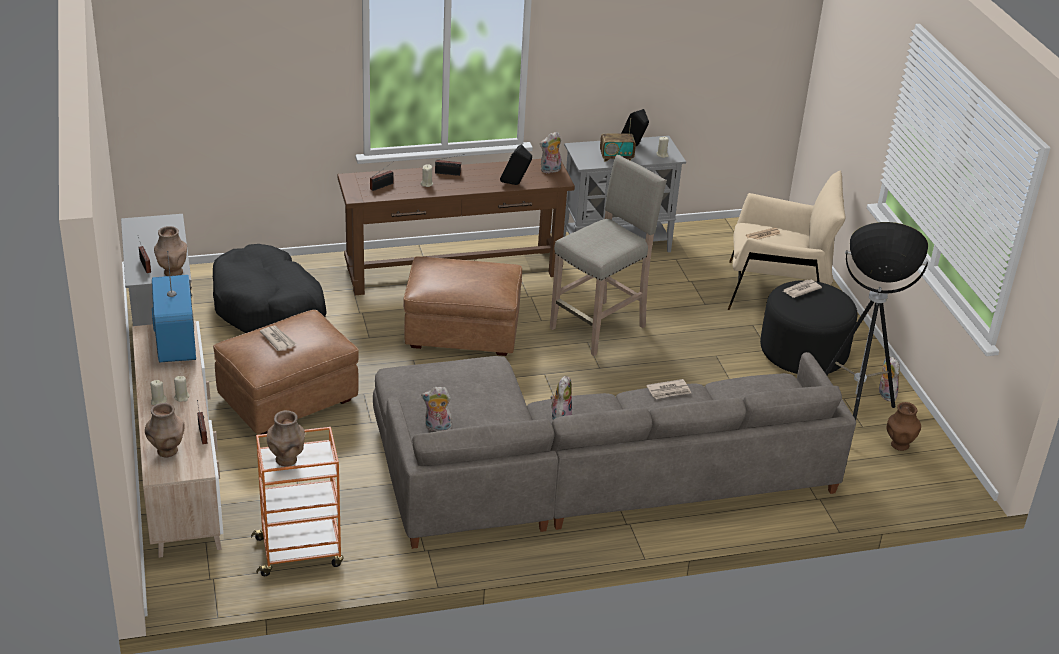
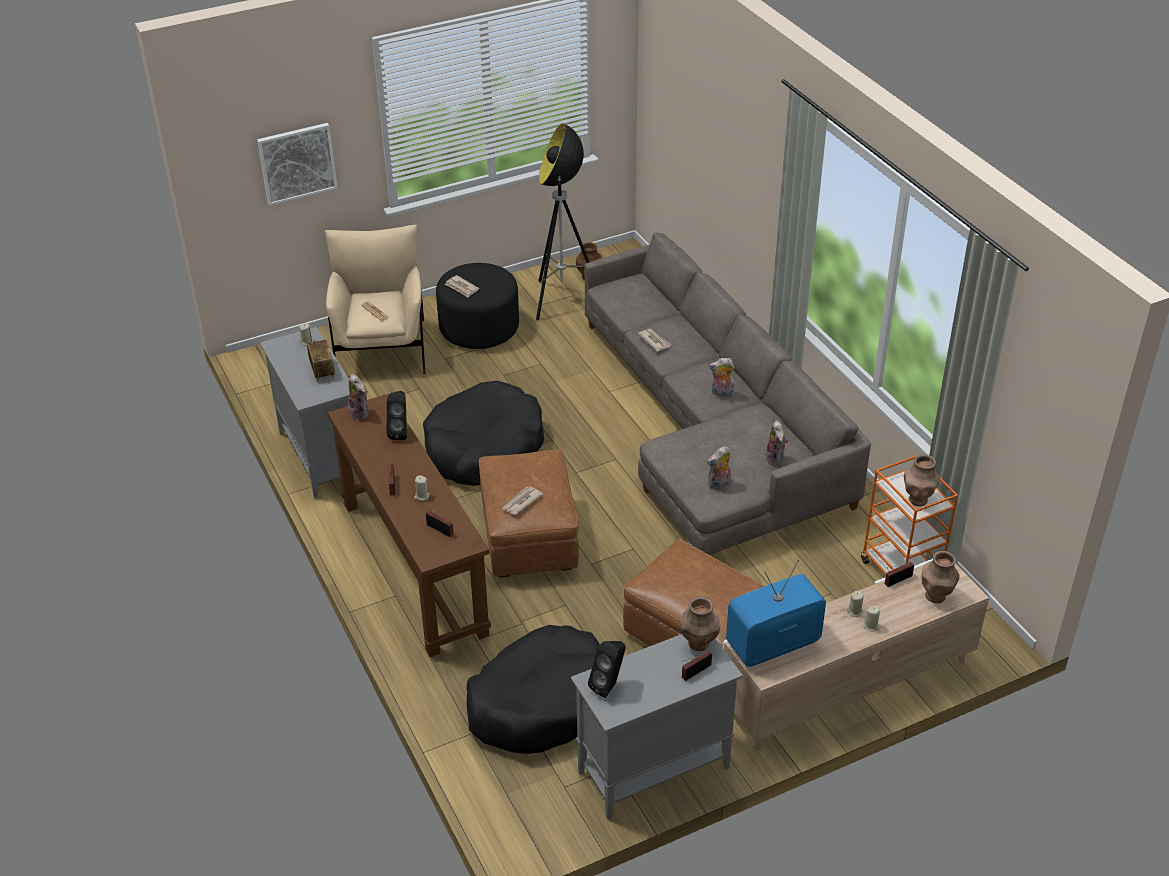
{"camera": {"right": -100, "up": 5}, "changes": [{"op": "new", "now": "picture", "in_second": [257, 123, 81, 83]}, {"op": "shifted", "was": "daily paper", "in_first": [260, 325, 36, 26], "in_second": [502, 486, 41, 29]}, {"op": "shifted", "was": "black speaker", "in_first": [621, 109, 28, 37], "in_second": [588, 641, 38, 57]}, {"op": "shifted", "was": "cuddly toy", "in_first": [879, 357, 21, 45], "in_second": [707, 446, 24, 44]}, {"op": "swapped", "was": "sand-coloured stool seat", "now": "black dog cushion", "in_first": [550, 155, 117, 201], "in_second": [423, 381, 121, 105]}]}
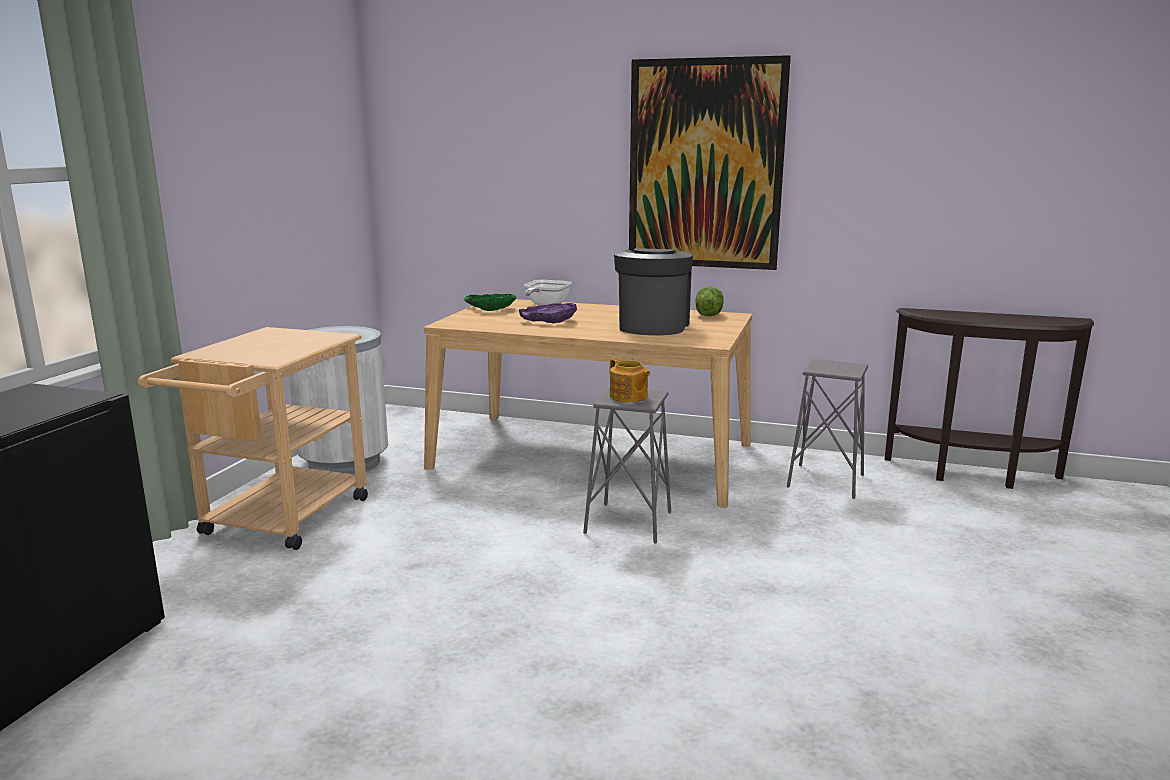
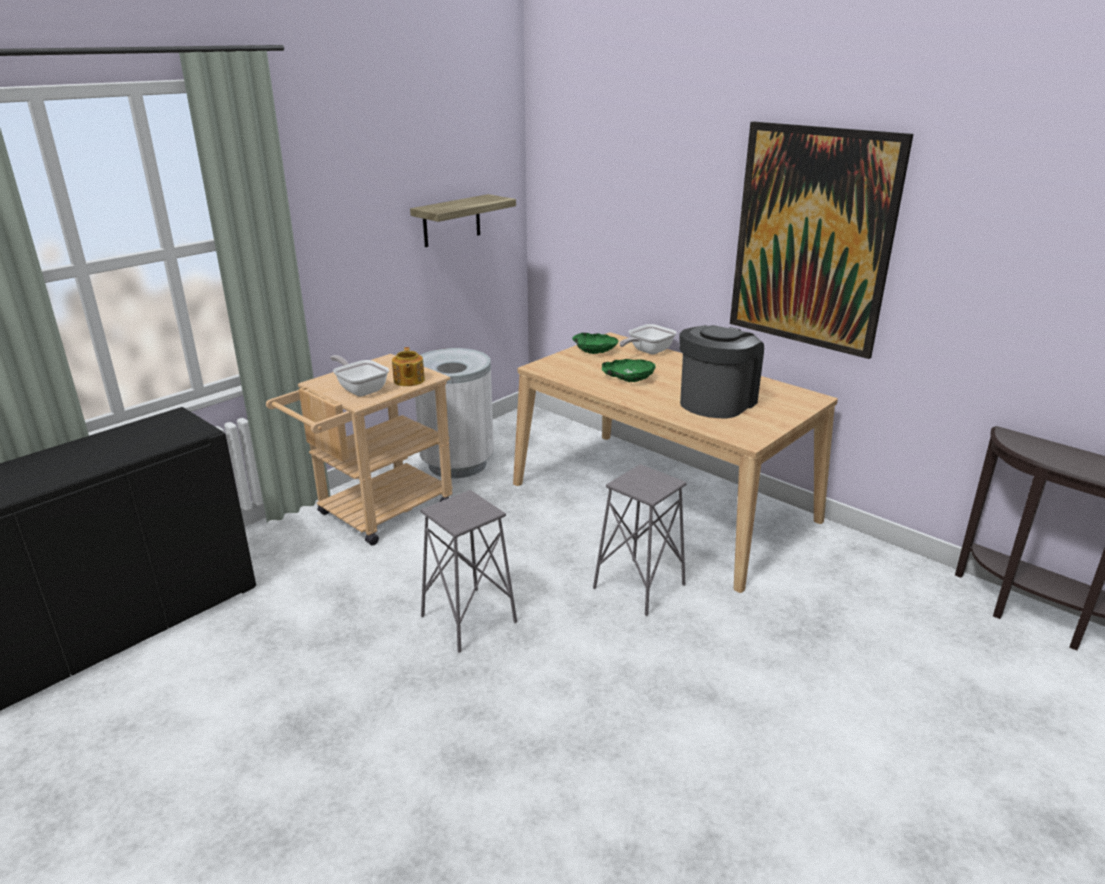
{"camera": {"right": 25, "up": 10}, "changes": [{"op": "gone", "was": "lettuce head", "in_first": [695, 287, 29, 30]}, {"op": "new", "now": "pan", "in_second": [330, 355, 59, 42]}, {"op": "new", "now": "wall shelf", "in_second": [410, 194, 106, 53]}, {"op": "shifted", "was": "teapot", "in_first": [610, 358, 40, 44], "in_second": [392, 347, 33, 39]}, {"op": "shifted", "was": "grey stool seat", "in_first": [787, 359, 81, 140], "in_second": [421, 490, 96, 163]}, {"op": "repainted", "was": "purple bowl", "now": "green-coloured bowl", "in_first": [519, 303, 58, 20], "in_second": [602, 359, 54, 23]}]}
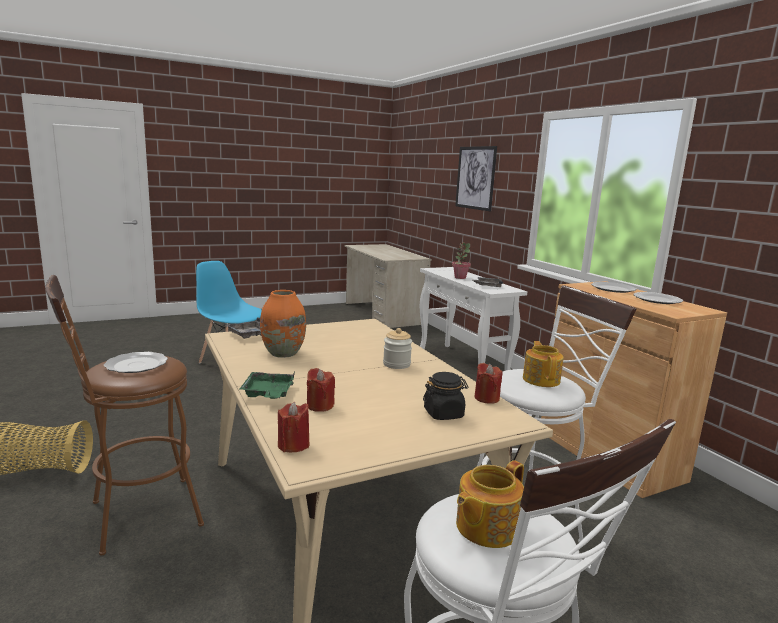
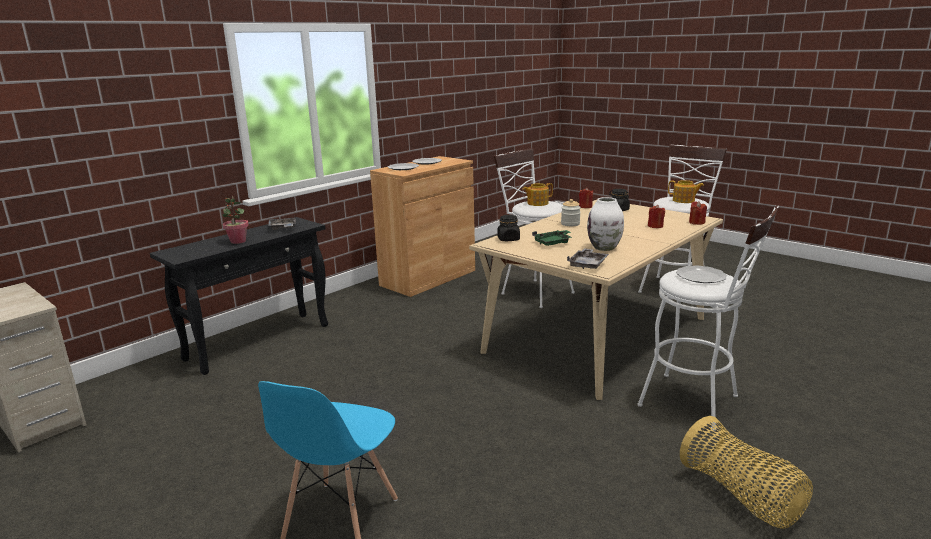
{"camera": {"right": -110, "up": 5}, "changes": [{"op": "gone", "was": "picture", "in_first": [455, 146, 42, 65]}, {"op": "new", "now": "black preserve jar", "in_second": [497, 215, 23, 26]}, {"op": "shifted", "was": "green-coloured tray", "in_first": [240, 372, 55, 27], "in_second": [532, 230, 41, 16]}, {"op": "repainted", "was": "brown stool seat", "now": "white-coloured stool seat", "in_first": [45, 275, 159, 281], "in_second": [637, 205, 142, 226]}, {"op": "repainted", "was": "orangey flower vase", "now": "white-coloured flower vase", "in_first": [260, 290, 46, 68], "in_second": [587, 197, 37, 54]}, {"op": "repainted", "was": "white-coloured hall table", "now": "black hall table", "in_first": [420, 267, 107, 104], "in_second": [150, 217, 178, 158]}]}
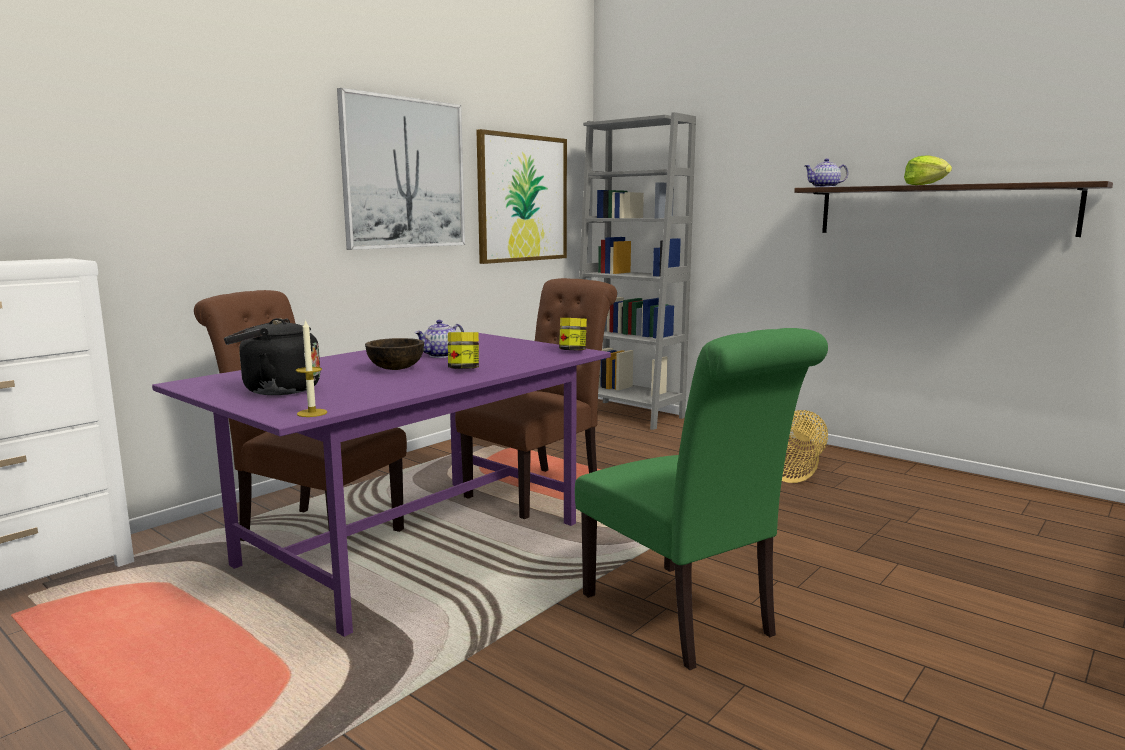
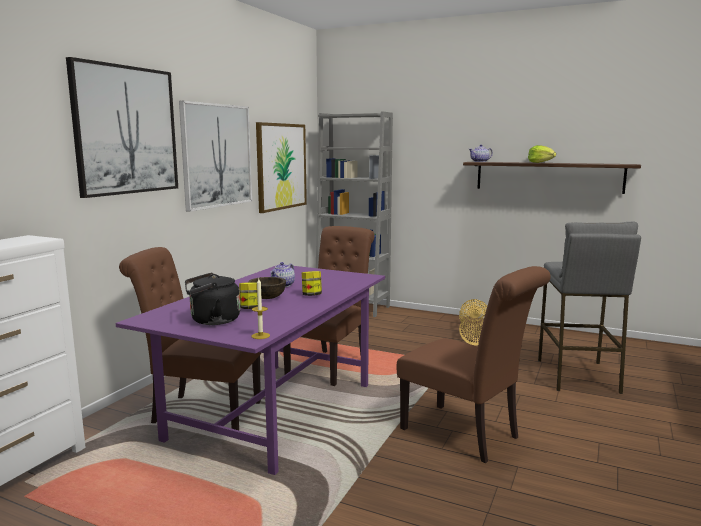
{"camera": {"right": -15, "up": 0}, "changes": [{"op": "new", "now": "picture", "in_second": [66, 57, 112, 141]}, {"op": "new", "now": "grey stool seat", "in_second": [538, 222, 103, 172]}, {"op": "shifted", "was": "preserve jar", "in_first": [559, 318, 28, 33], "in_second": [239, 282, 19, 27]}, {"op": "repainted", "was": "green-coloured plain chair", "now": "brown plain chair", "in_first": [575, 328, 253, 342], "in_second": [397, 266, 154, 197]}]}
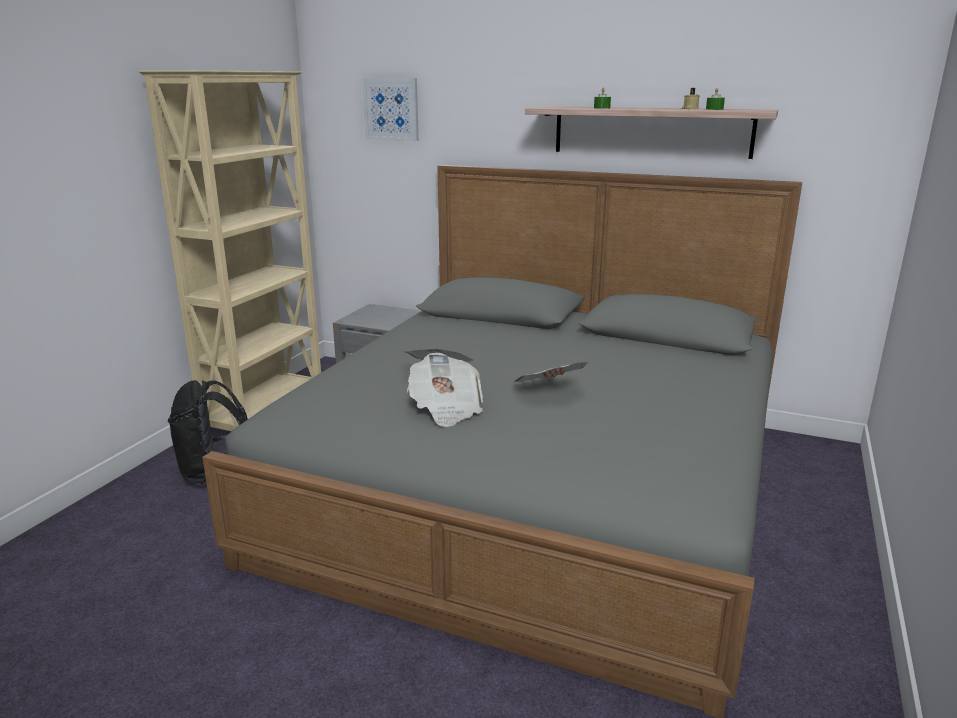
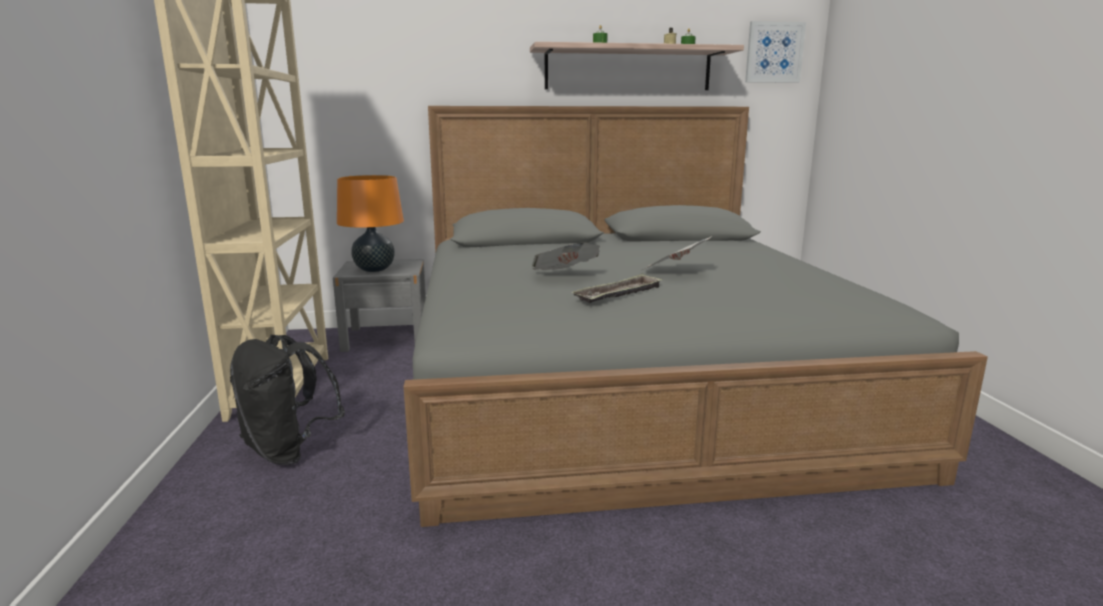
{"camera": {"right": -30, "up": -5}, "changes": [{"op": "new", "now": "orangey lamp for a table", "in_second": [337, 175, 67, 97]}, {"op": "shifted", "was": "picture", "in_first": [362, 78, 57, 63], "in_second": [745, 21, 61, 62]}, {"op": "swapped", "was": "daily paper", "now": "tray", "in_first": [407, 353, 76, 74], "in_second": [572, 273, 90, 30]}]}
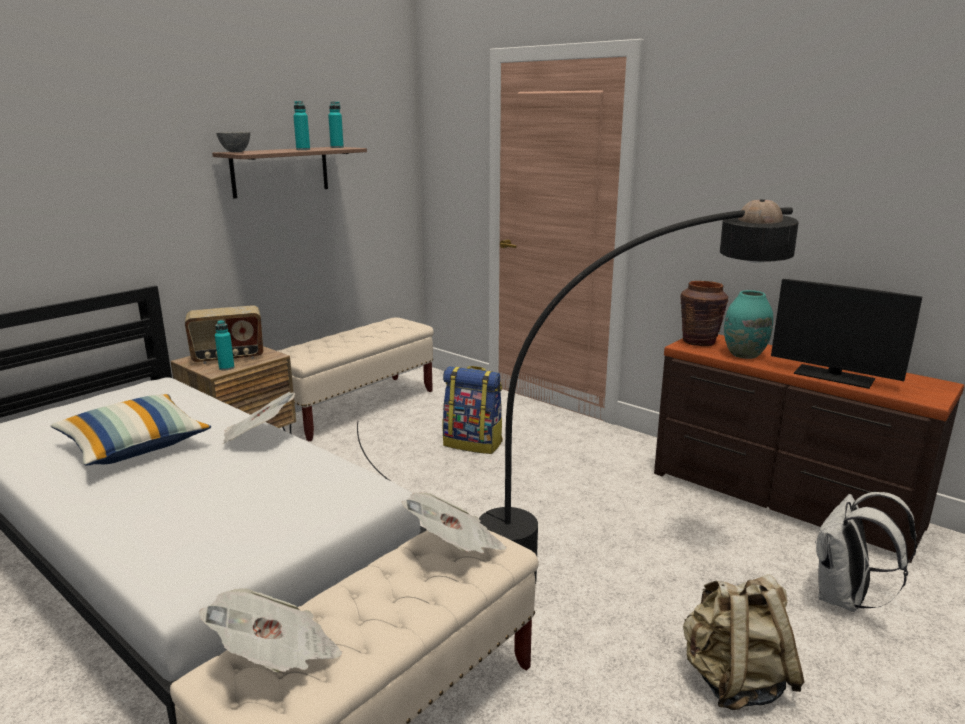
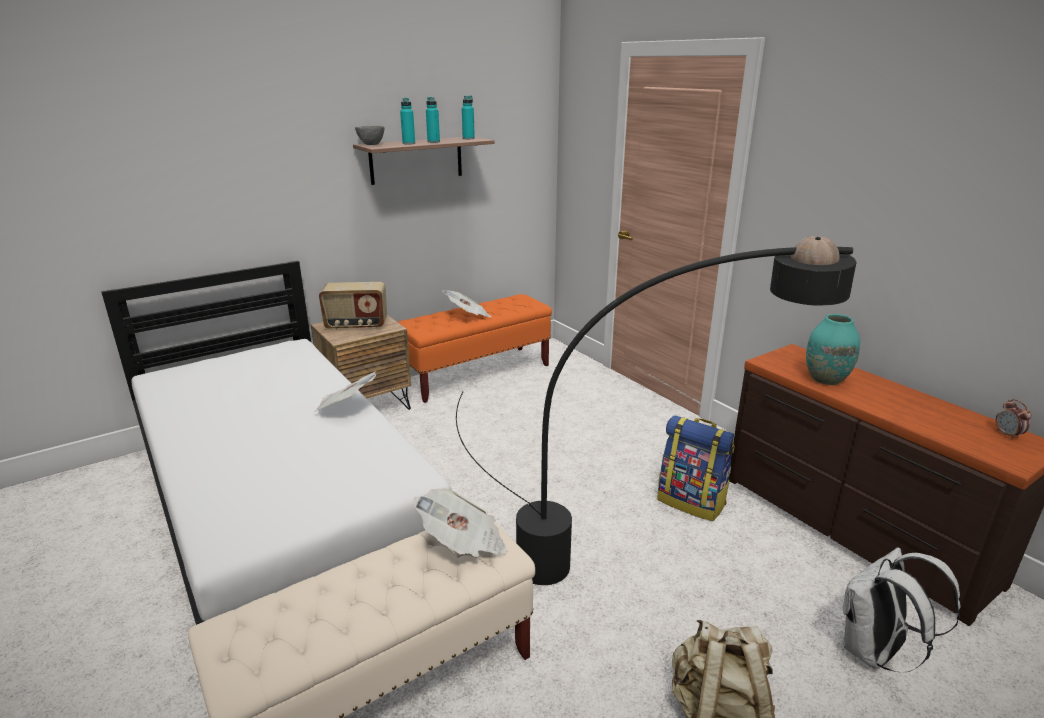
{"camera": {"right": 15, "up": 5}, "changes": [{"op": "gone", "was": "cushion", "in_first": [51, 394, 160, 71]}, {"op": "gone", "was": "brown flower vase", "in_first": [680, 281, 48, 65]}, {"op": "gone", "was": "computer display", "in_first": [771, 279, 151, 110]}, {"op": "new", "now": "bedside clock", "in_second": [996, 399, 35, 41]}, {"op": "shifted", "was": "daily paper", "in_first": [199, 588, 143, 85], "in_second": [442, 290, 49, 27]}, {"op": "shifted", "was": "turquoise beverage bottle", "in_first": [215, 320, 19, 50], "in_second": [400, 98, 15, 46]}, {"op": "shifted", "was": "backpack", "in_first": [442, 366, 61, 88], "in_second": [657, 415, 78, 106]}, {"op": "repainted", "was": "sand-coloured bench", "now": "orangey bench", "in_first": [277, 317, 157, 124], "in_second": [398, 294, 154, 109]}]}
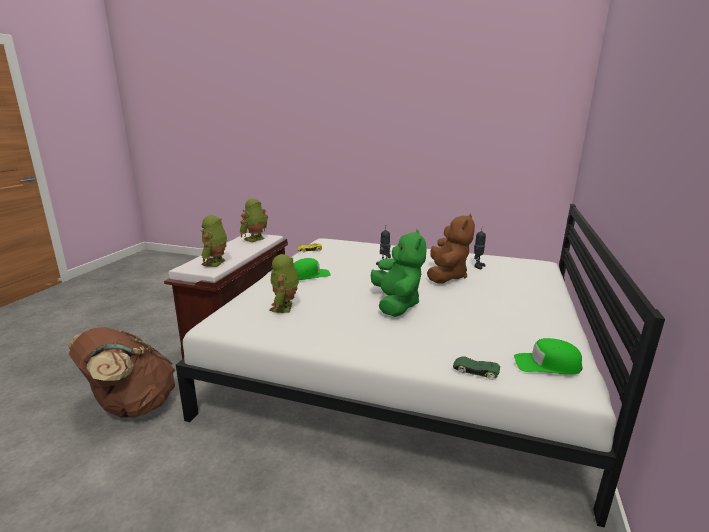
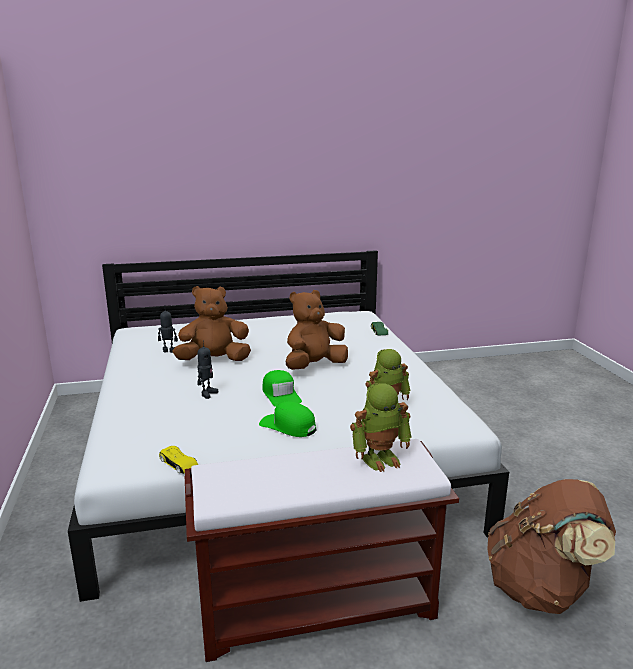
{"camera": {"right": -120, "up": 0}, "changes": [{"op": "gone", "was": "toy robot", "in_first": [240, 198, 28, 45]}, {"op": "shifted", "was": "green-coloured baseball cap", "in_first": [514, 338, 69, 37], "in_second": [262, 370, 40, 37]}, {"op": "repainted", "was": "green-coloured cuddly toy", "now": "brown cuddly toy", "in_first": [371, 229, 56, 88], "in_second": [286, 290, 62, 80]}]}
